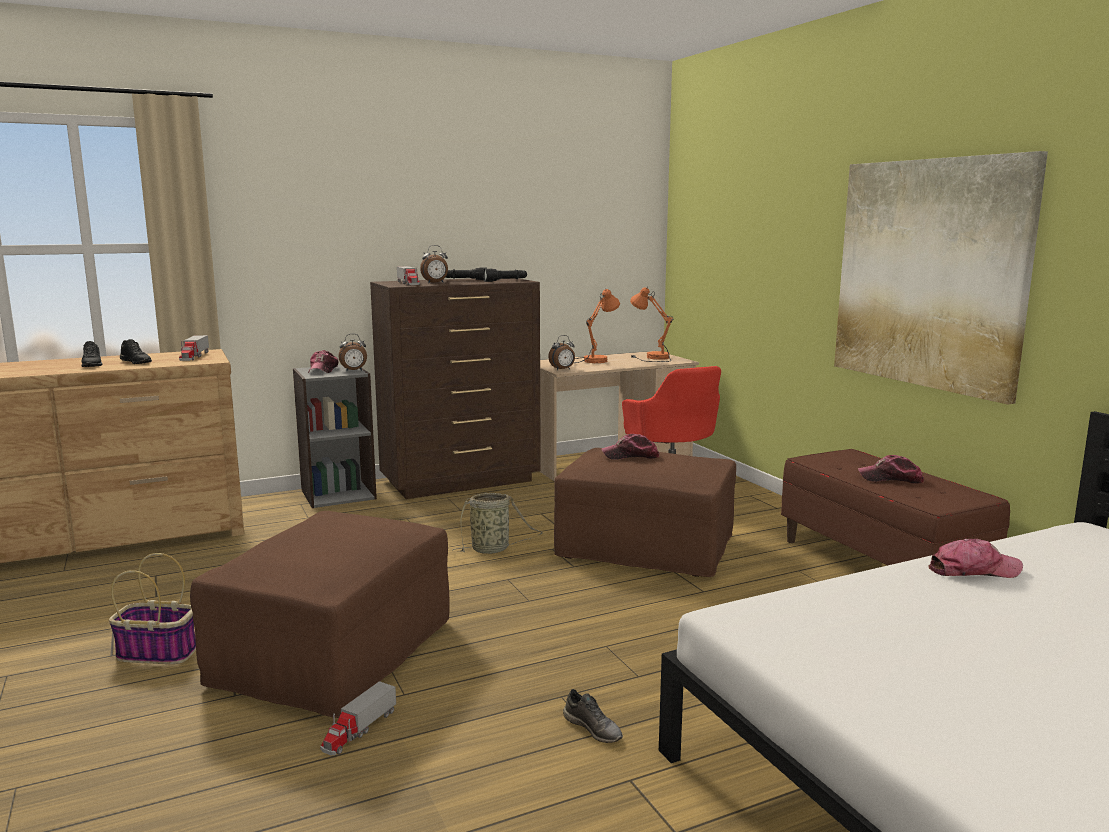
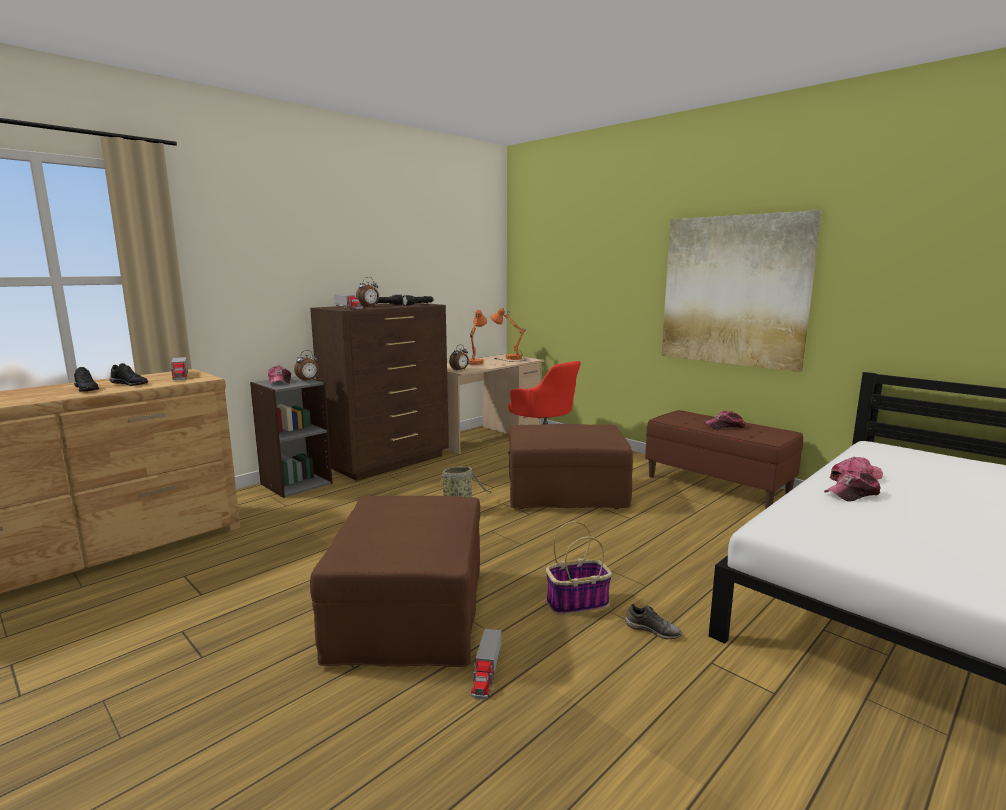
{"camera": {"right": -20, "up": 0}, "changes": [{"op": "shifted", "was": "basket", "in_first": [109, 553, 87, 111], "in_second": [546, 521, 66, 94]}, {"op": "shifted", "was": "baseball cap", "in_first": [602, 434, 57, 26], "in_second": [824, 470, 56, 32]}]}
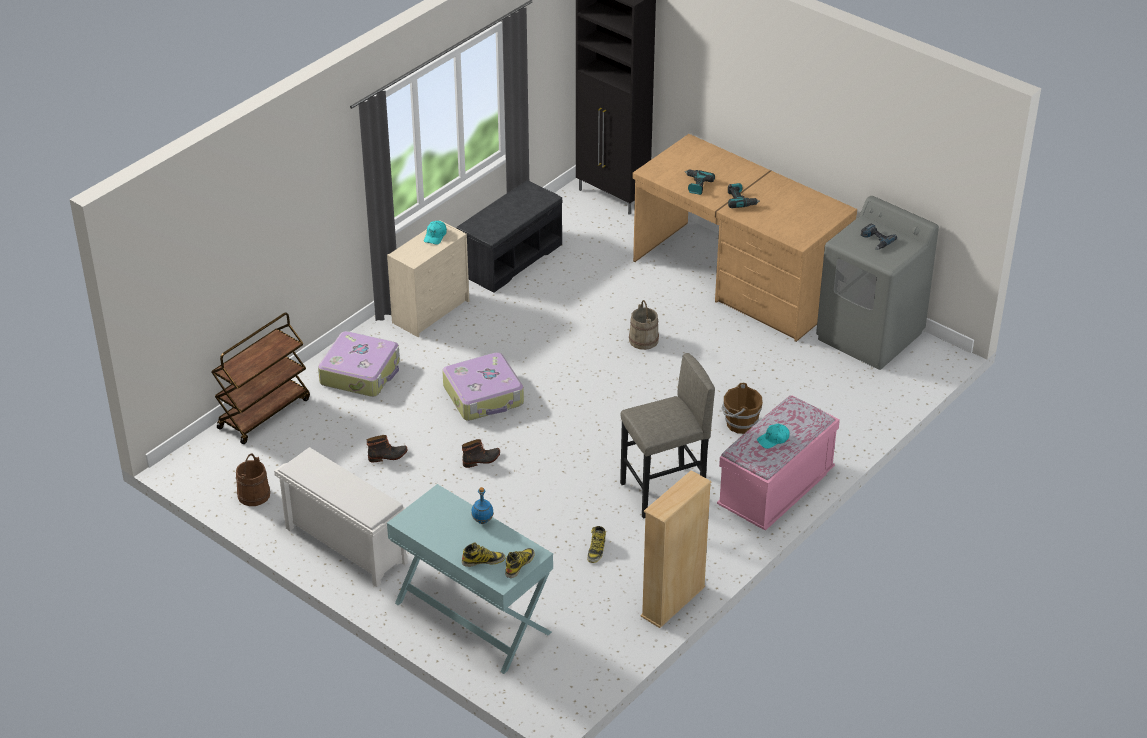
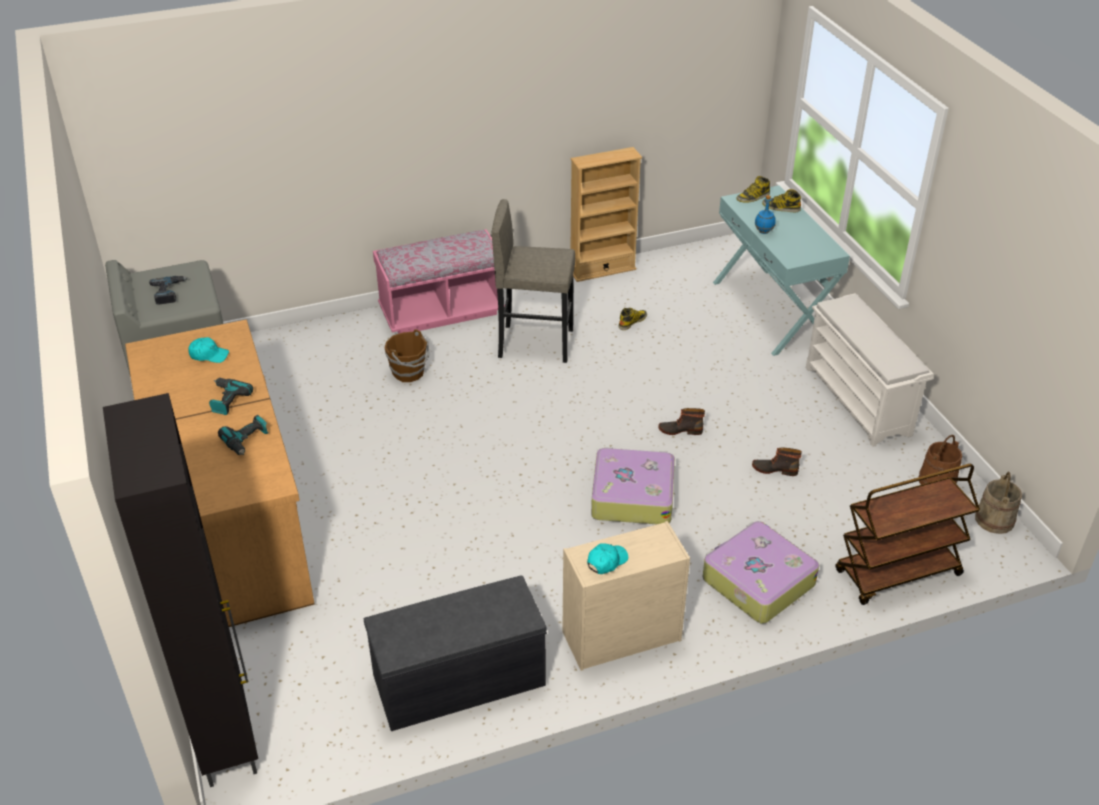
{"camera": {"right": -150, "up": 0}, "changes": [{"op": "shifted", "was": "sand-coloured pail", "in_first": [629, 300, 30, 50], "in_second": [975, 472, 47, 62]}, {"op": "shifted", "was": "turquoise baseball cap", "in_first": [757, 424, 33, 25], "in_second": [189, 337, 40, 26]}]}
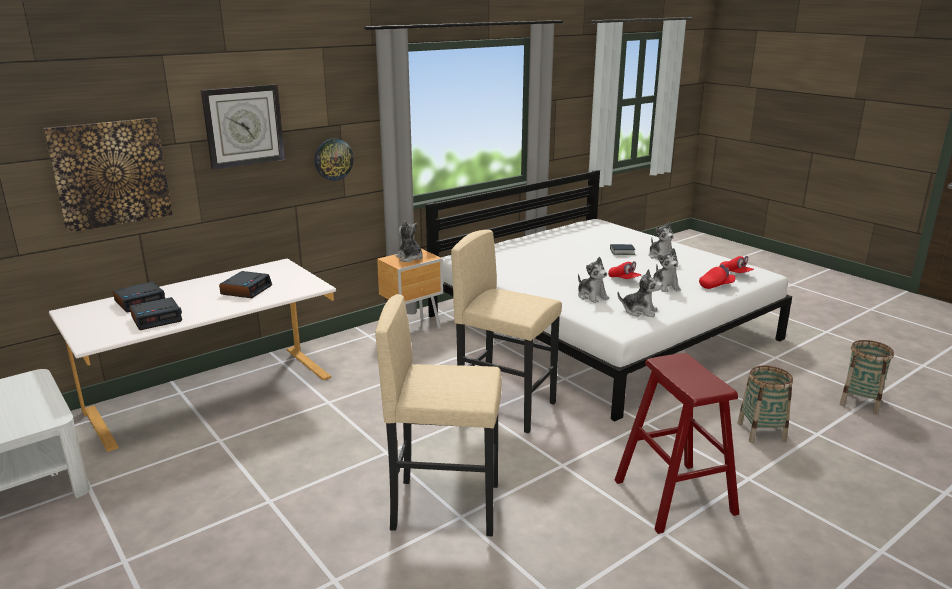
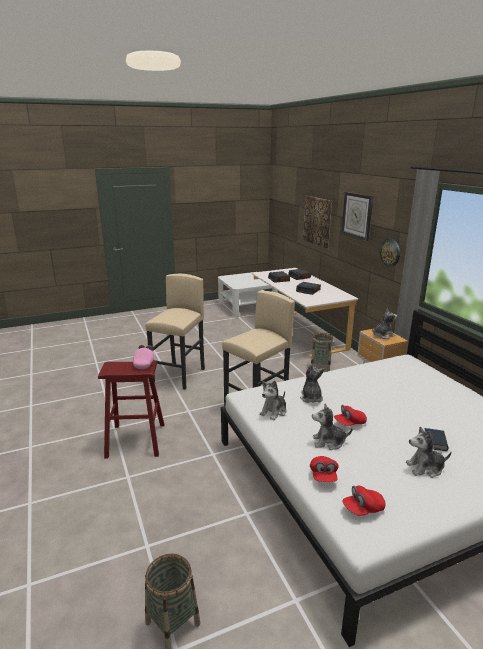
{"camera": {"right": 105, "up": 0}, "changes": [{"op": "new", "now": "pinkish baseball cap", "in_second": [133, 345, 22, 24]}, {"op": "shifted", "was": "basket", "in_first": [737, 365, 56, 78], "in_second": [311, 333, 23, 38]}, {"op": "rotated", "was": "cuddly toy", "in_first": [578, 257, 31, 46], "in_second": [300, 364, 24, 39], "clockwise": 105}]}
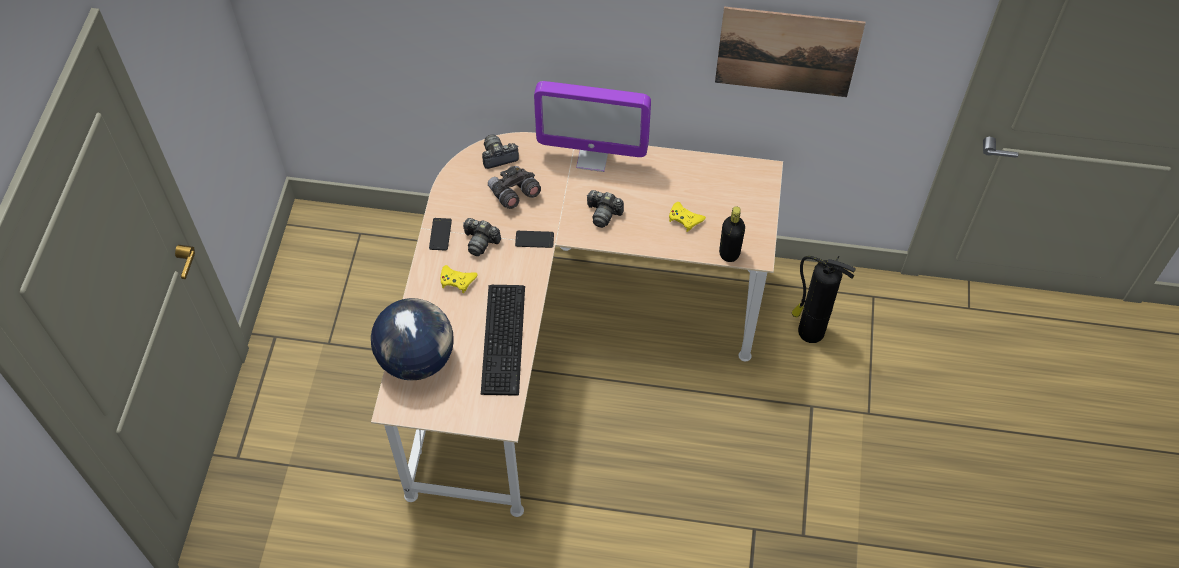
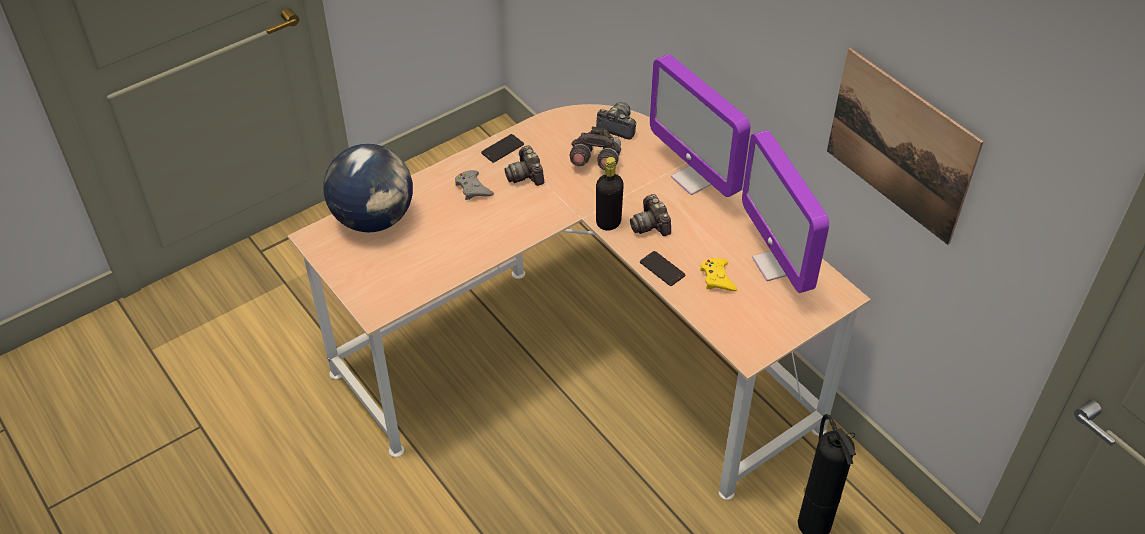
{"camera": {"right": 45, "up": -10}, "changes": [{"op": "gone", "was": "keyboard", "in_first": [481, 285, 44, 111]}, {"op": "new", "now": "computer display", "in_second": [742, 130, 87, 163]}, {"op": "shifted", "was": "handset", "in_first": [515, 231, 39, 17], "in_second": [640, 251, 45, 35]}, {"op": "shifted", "was": "black beverage bottle", "in_first": [719, 206, 26, 56], "in_second": [596, 157, 28, 74]}, {"op": "repainted", "was": "yellowish game controller", "now": "grey game controller", "in_first": [441, 265, 37, 28], "in_second": [455, 170, 39, 30]}]}
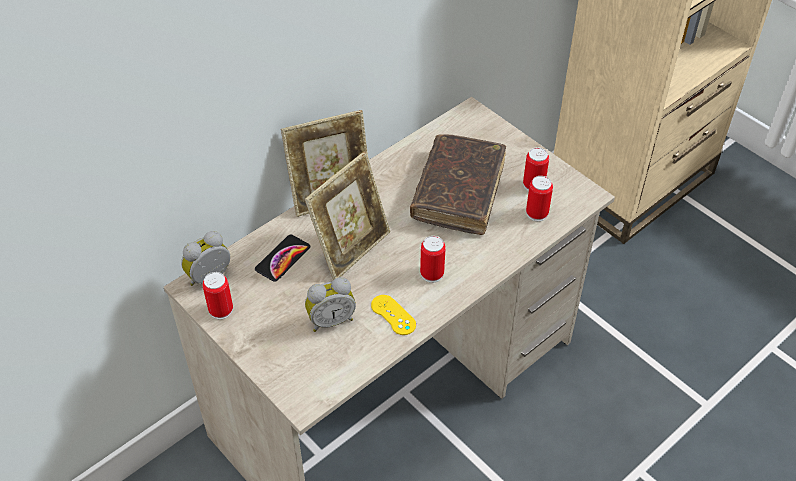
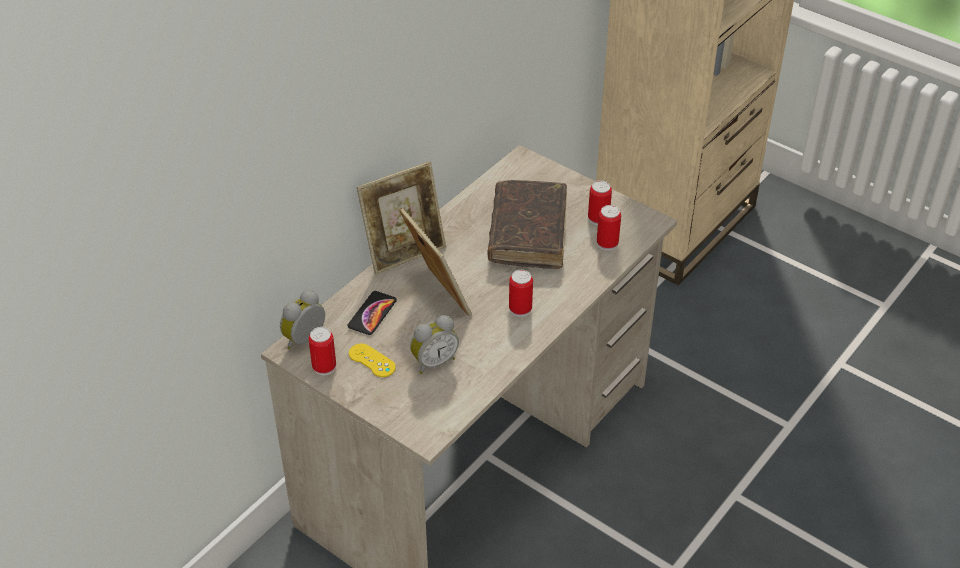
{"camera": {"right": -10, "up": -5}, "changes": [{"op": "shifted", "was": "yellowish game controller", "in_first": [371, 295, 45, 40], "in_second": [349, 344, 47, 33]}, {"op": "rotated", "was": "picture frame", "in_first": [304, 151, 86, 129], "in_second": [399, 207, 73, 109], "clockwise": -60}]}
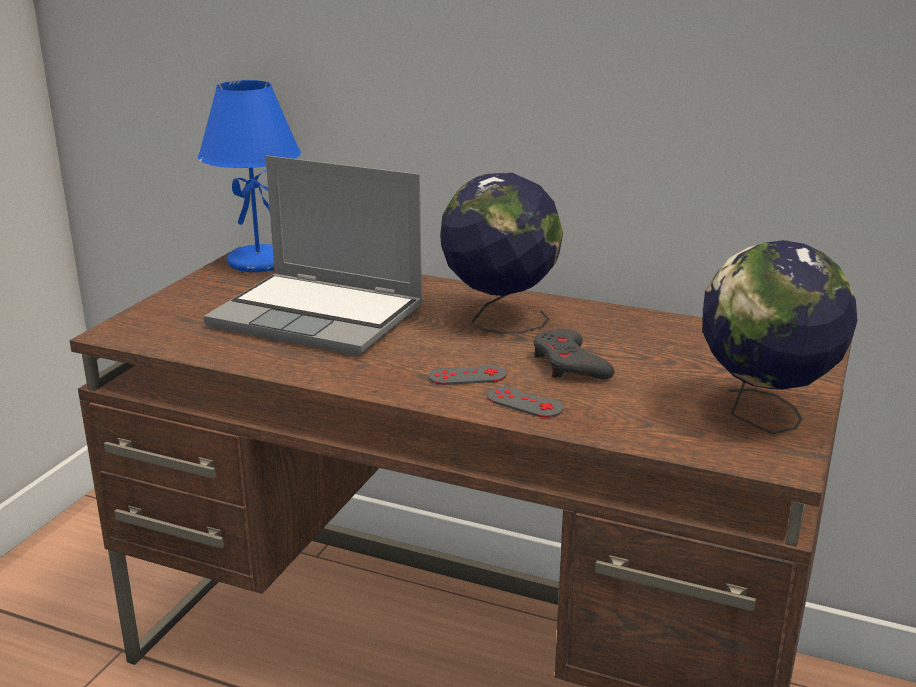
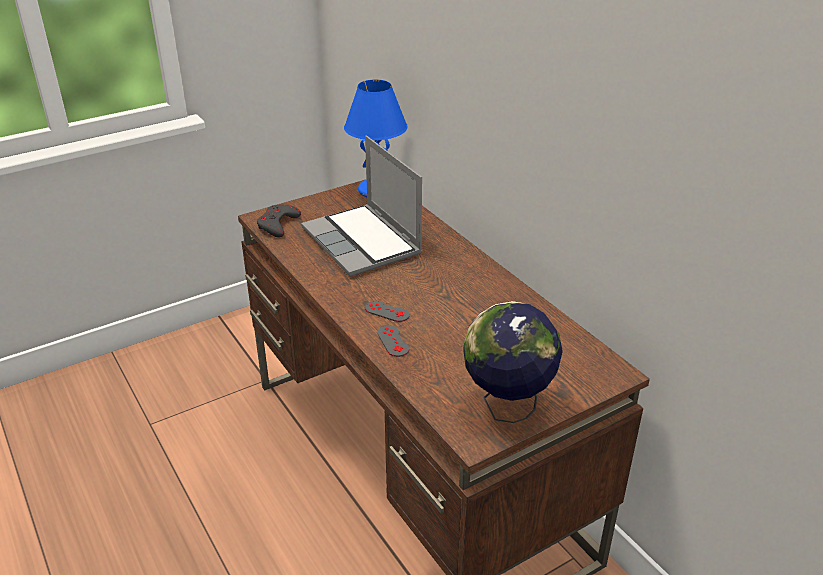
{"camera": {"right": 35, "up": 10}, "changes": [{"op": "gone", "was": "desk globe", "in_first": [440, 172, 123, 162]}, {"op": "shifted", "was": "grey game controller", "in_first": [534, 329, 81, 51], "in_second": [257, 205, 44, 33]}]}
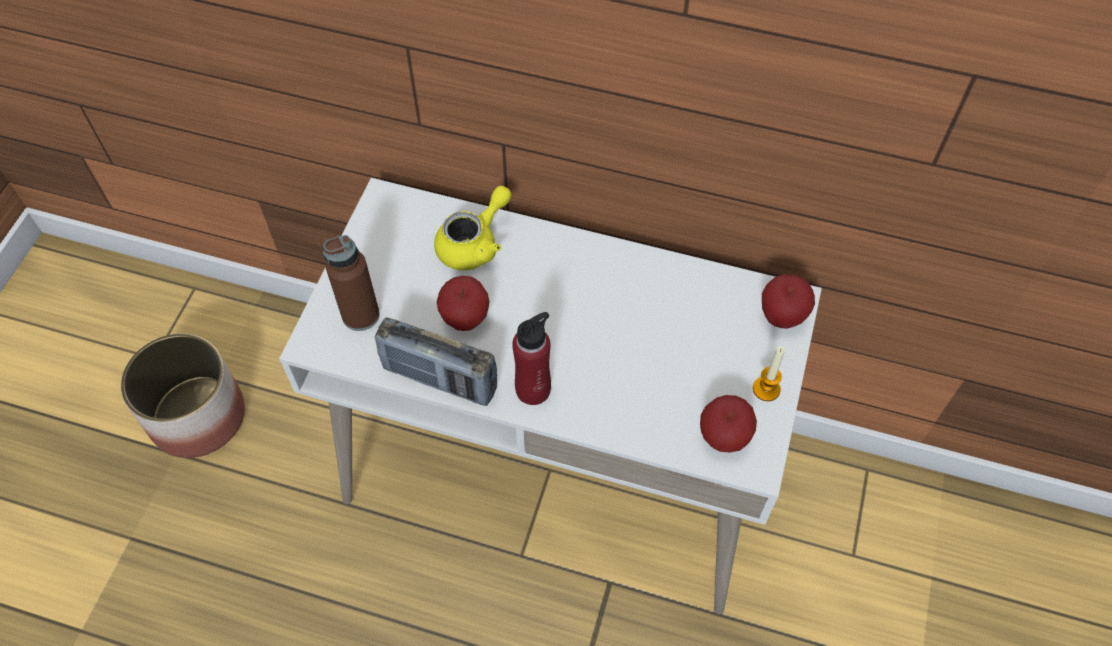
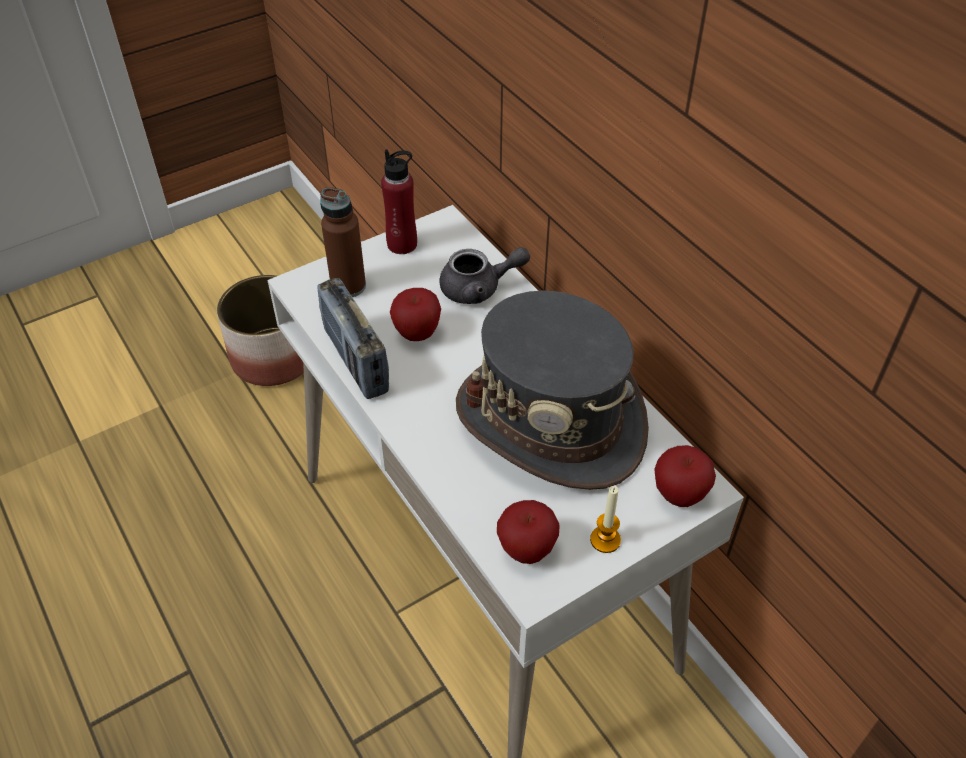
{"camera": {"right": 40, "up": -10}, "changes": [{"op": "new", "now": "grey wearable hat", "in_second": [456, 291, 193, 199]}, {"op": "shifted", "was": "red beverage bottle", "in_first": [512, 312, 39, 93], "in_second": [381, 150, 36, 104]}, {"op": "repainted", "was": "yellowish teapot", "now": "grey teapot", "in_first": [434, 186, 78, 84], "in_second": [439, 247, 91, 57]}]}
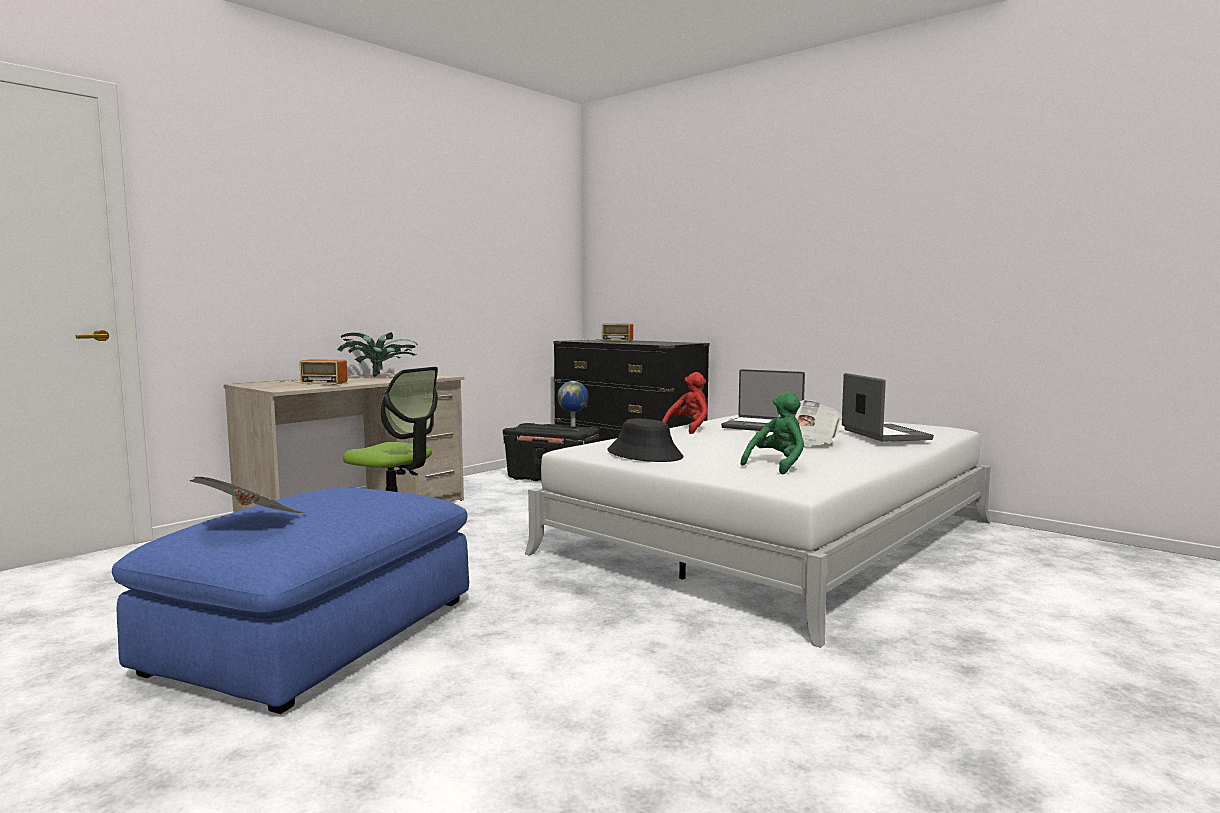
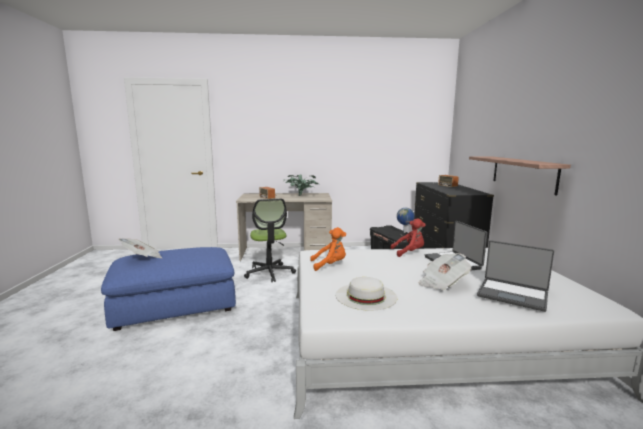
{"camera": {"right": 45, "up": 5}, "changes": [{"op": "new", "now": "wall shelf", "in_second": [469, 156, 102, 39]}, {"op": "swapped", "was": "black wearable hat", "now": "orangey cuddly toy", "in_first": [607, 419, 76, 43], "in_second": [310, 227, 36, 44]}, {"op": "swapped", "was": "green-coloured cuddly toy", "now": "white-coloured wearable hat", "in_first": [740, 391, 64, 83], "in_second": [335, 277, 62, 34]}, {"op": "rotated", "was": "notebook computer", "in_first": [842, 373, 92, 69], "in_second": [477, 240, 77, 72], "clockwise": 90}]}
